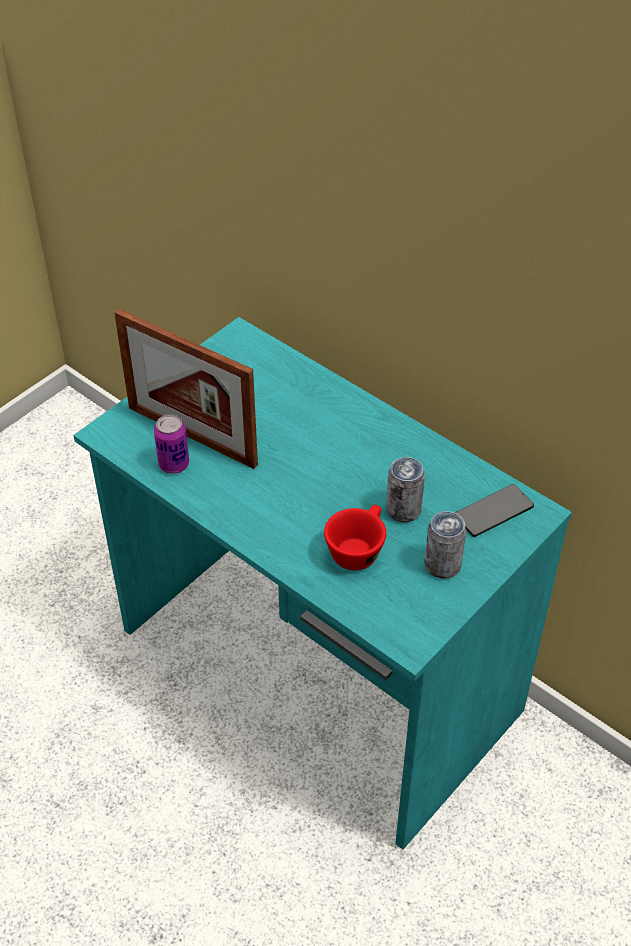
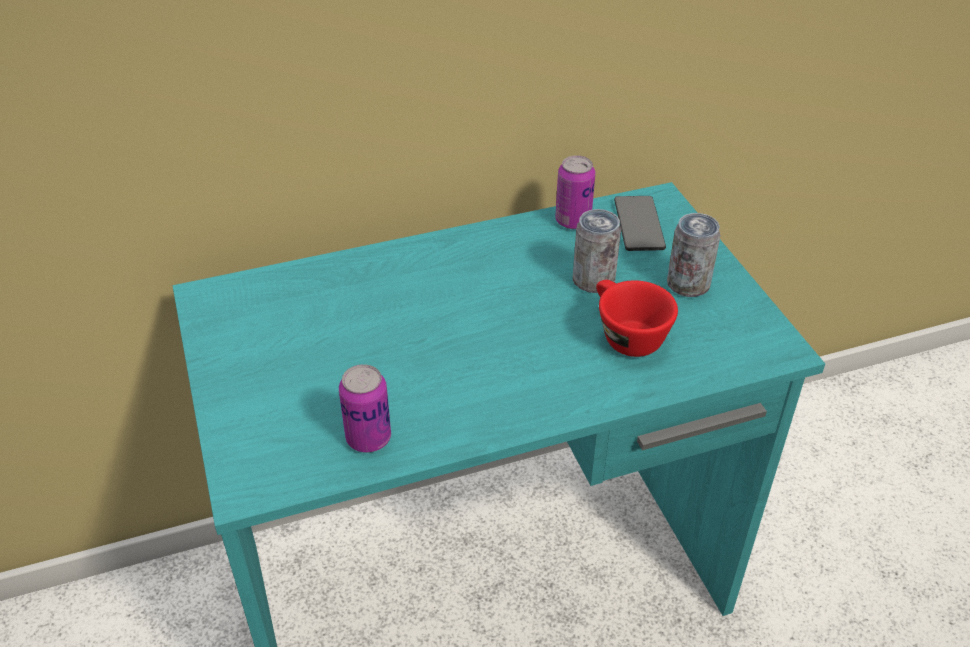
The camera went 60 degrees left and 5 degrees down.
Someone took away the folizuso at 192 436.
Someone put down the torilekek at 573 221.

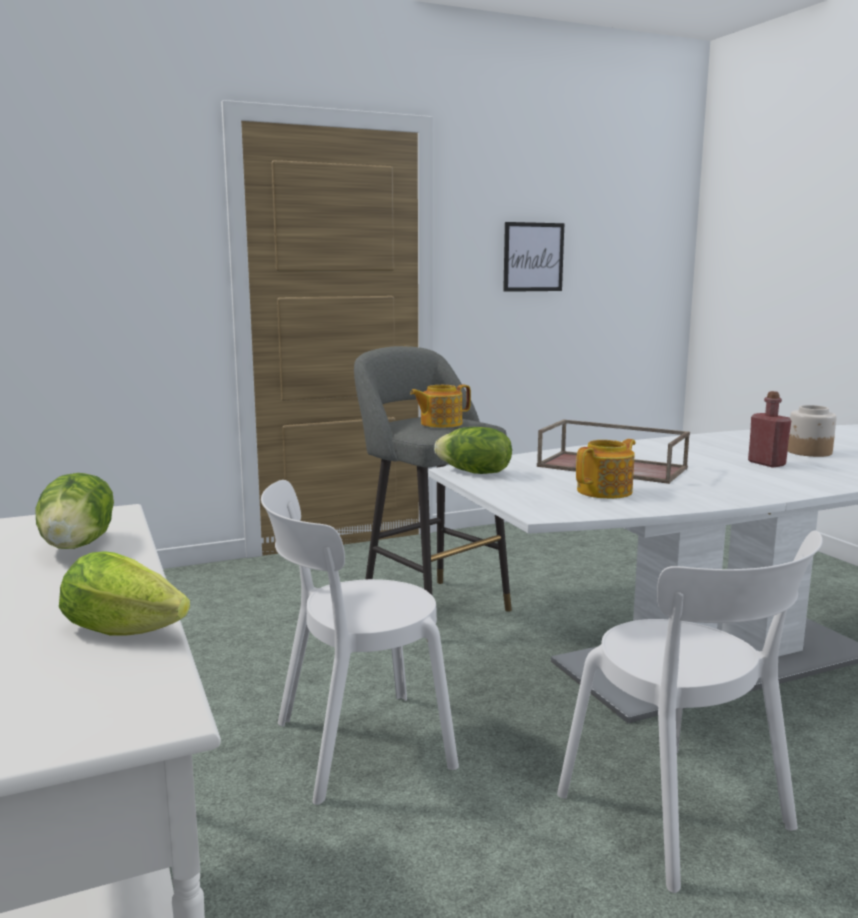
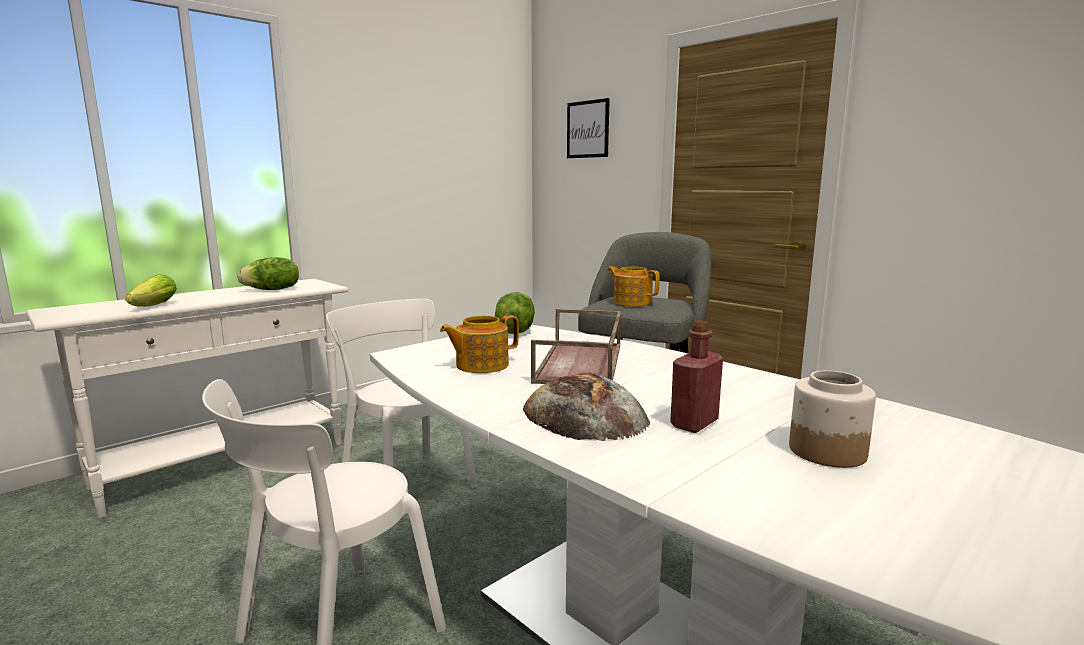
The camera went 70 degrees right and 0 degrees up.
Someone carried the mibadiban from 533 257 to 587 129.
Someone rotated the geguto at 606 491 by 120 degrees clockwise.
Someone put down the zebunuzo at 584 415.

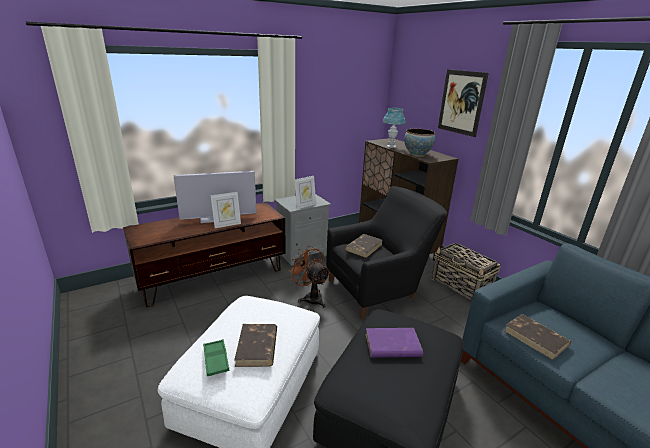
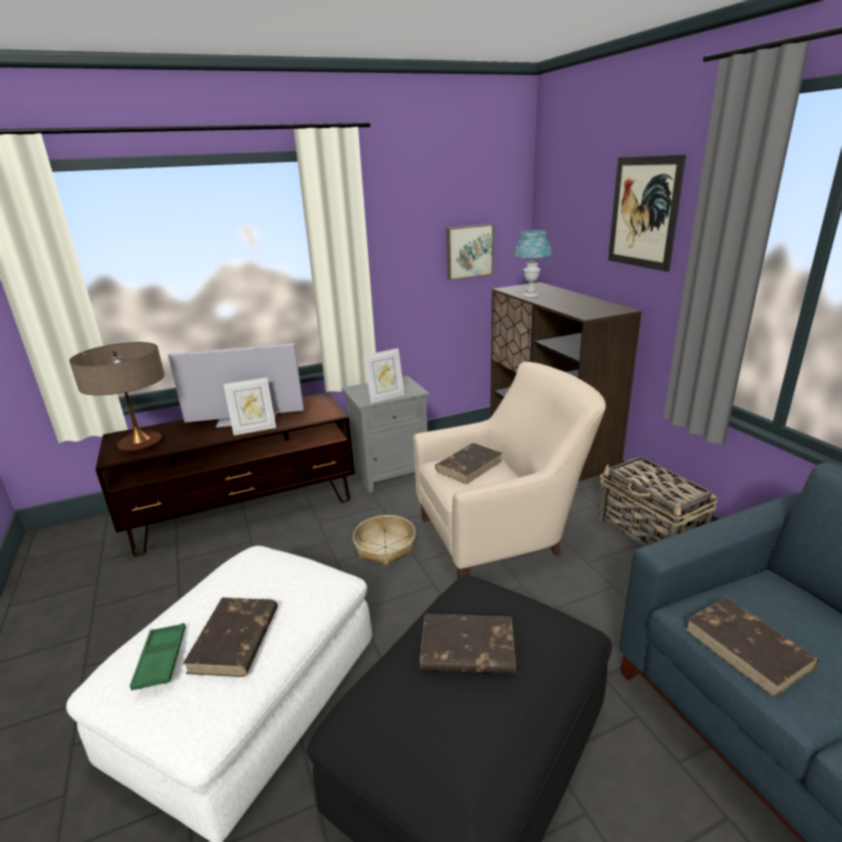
The camera went 10 degrees right and 0 degrees up.
Someone swapped the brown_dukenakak at 310 297 for the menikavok at 385 547.
Someone repainted the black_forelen at 379 289, which became the beige_forelen at 503 535.
Someone repainted the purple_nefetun at 392 345, which became the brown_nefetun at 466 648.
Someone took away the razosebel at 417 154.
Someone put down the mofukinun at 140 444.
Someone put up the mibadiban at 469 251.

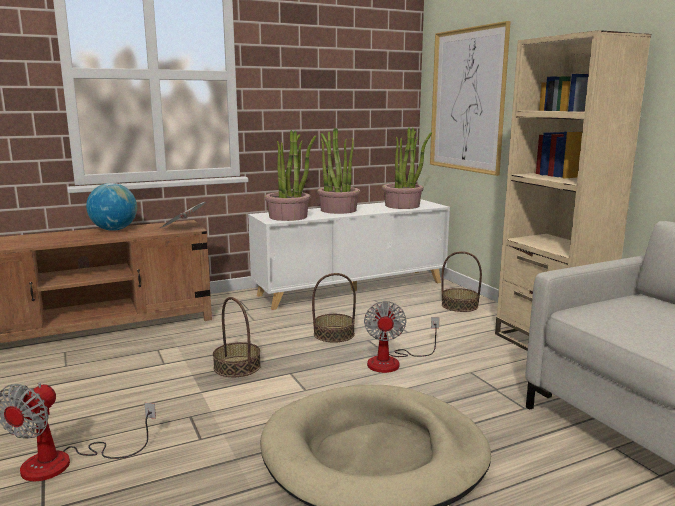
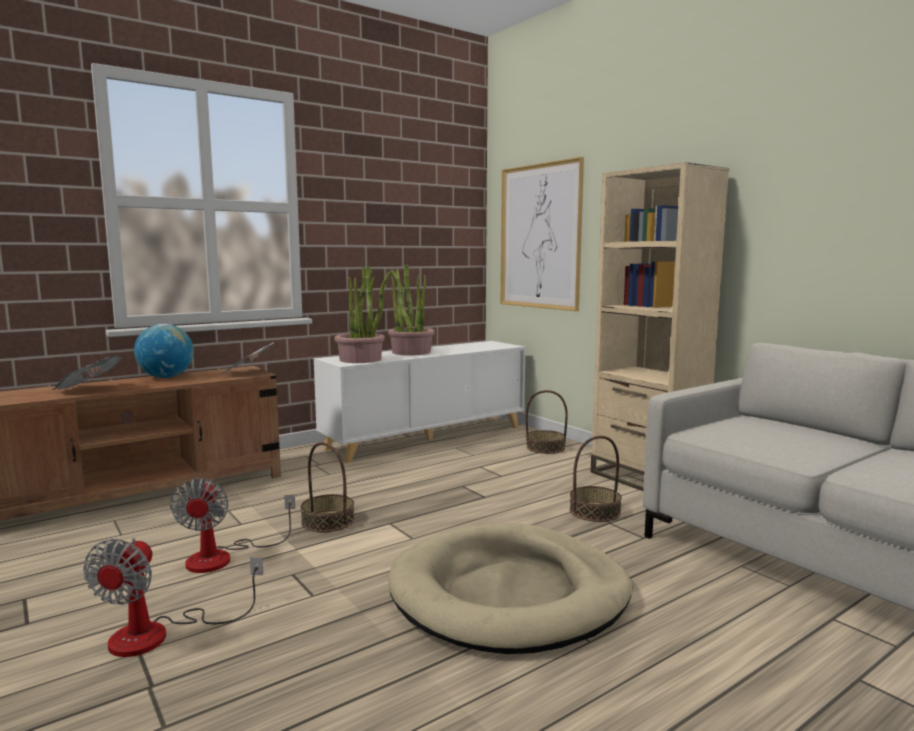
The camera went 10 degrees left and 5 degrees down.
Someone carried the menikavok from 334 334 to 594 511.
Someone carried the dukenakak from 392 362 to 224 557.
Someone took away the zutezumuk at 402 205.
Someone put down the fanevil at 88 390.

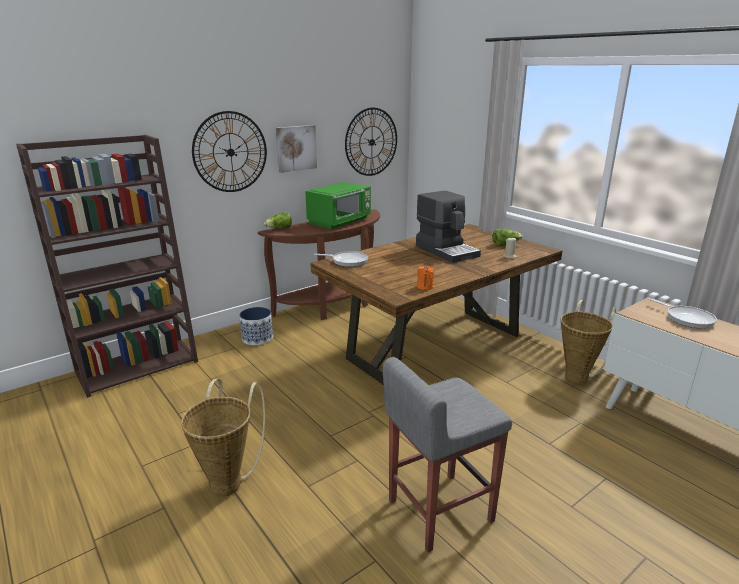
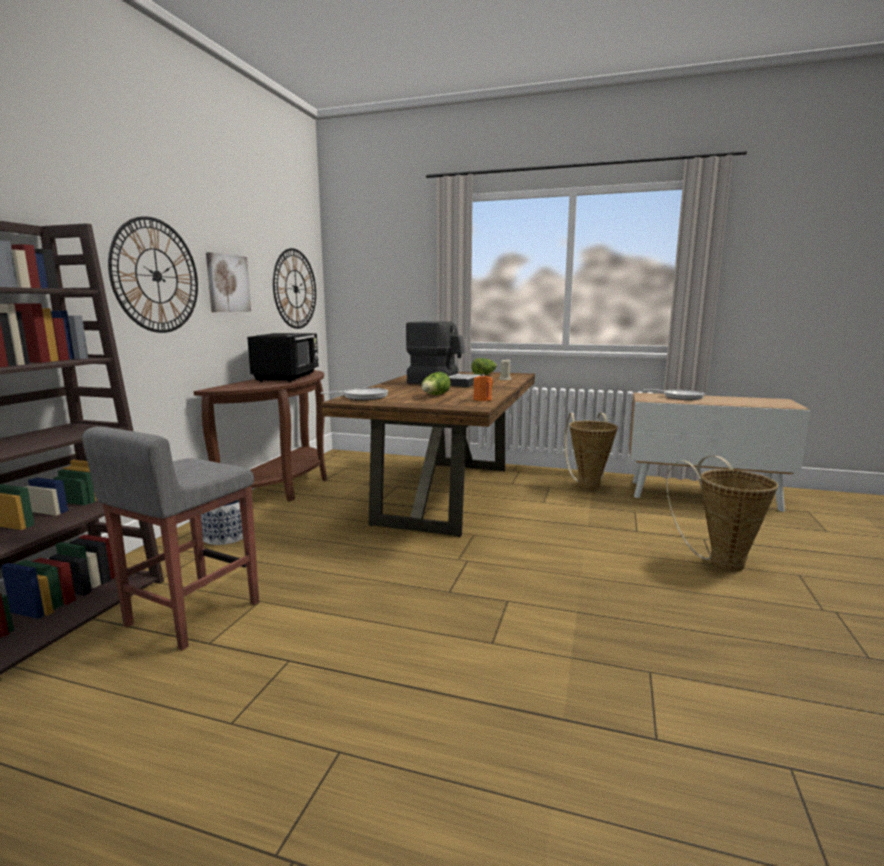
The camera went 35 degrees left and 10 degrees down.
Someone carried the menikavok from 229 481 to 720 561.
Someone carried the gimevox from 279 229 to 435 395.
Someone repainted the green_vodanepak at 340 222, which became the black_vodanepak at 288 377.
Someone carried the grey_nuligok from 438 511 to 191 614.

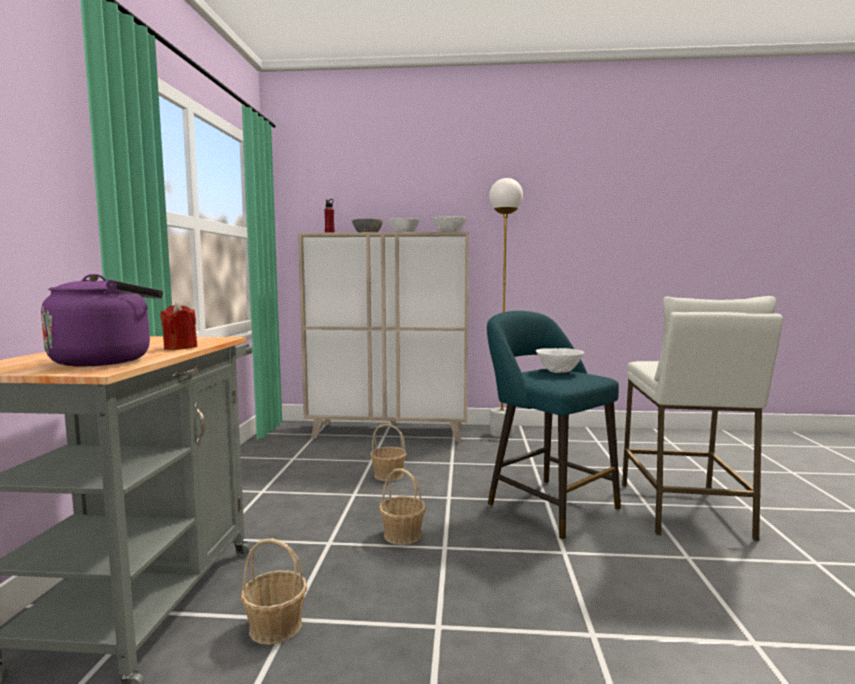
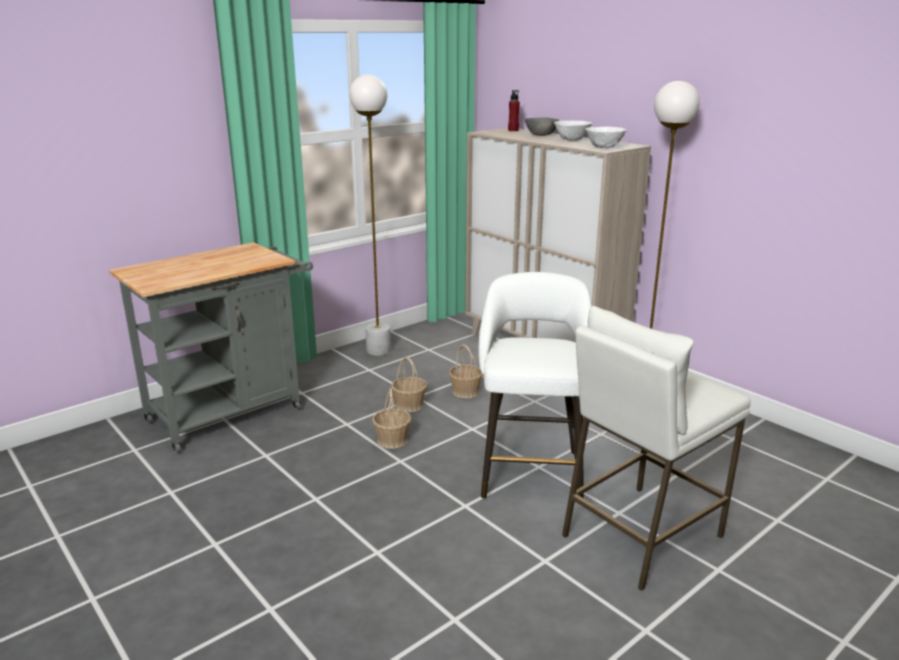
The camera went 45 degrees right and 15 degrees up.
Someone took away the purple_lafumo at 108 361.
Someone took away the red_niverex at 180 347.
Someone carried the menikavok from 275 626 to 409 405.
Someone repainted the turquoise_nuligok at 547 505, which became the white_nuligok at 531 470.
Someone took away the white_razosebel at 558 371.
Someone put down the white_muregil at 378 351.

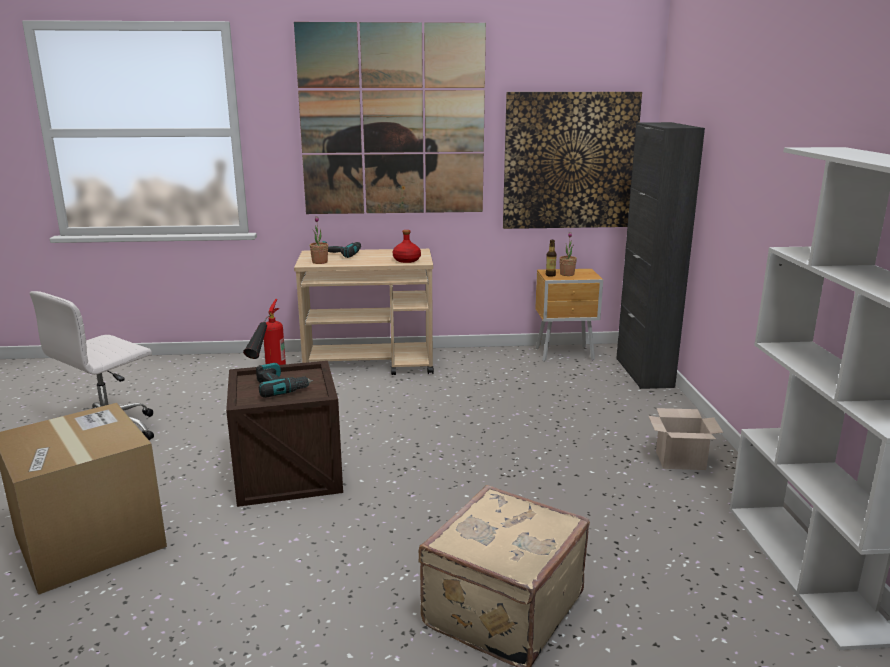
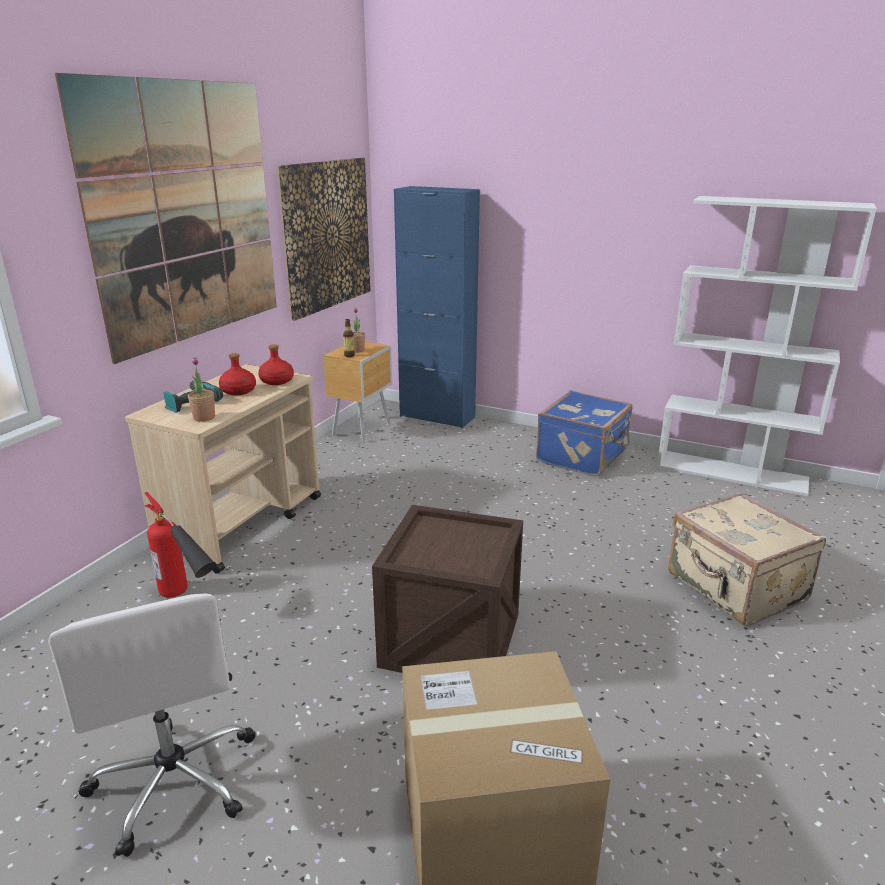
The camera went 60 degrees left and 5 degrees up.
Someone took away the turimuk at 280 387.
Someone repainted the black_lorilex at 644 373, which became the blue_lorilex at 437 416.
Someone swapped the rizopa at 681 460 for the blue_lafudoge at 583 456.
Someone put down the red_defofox at 238 391.

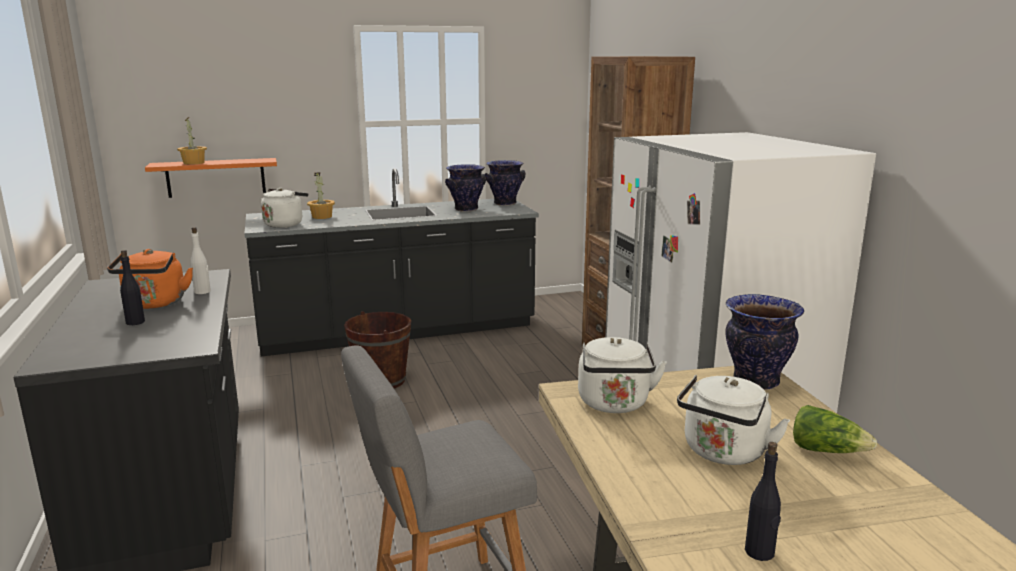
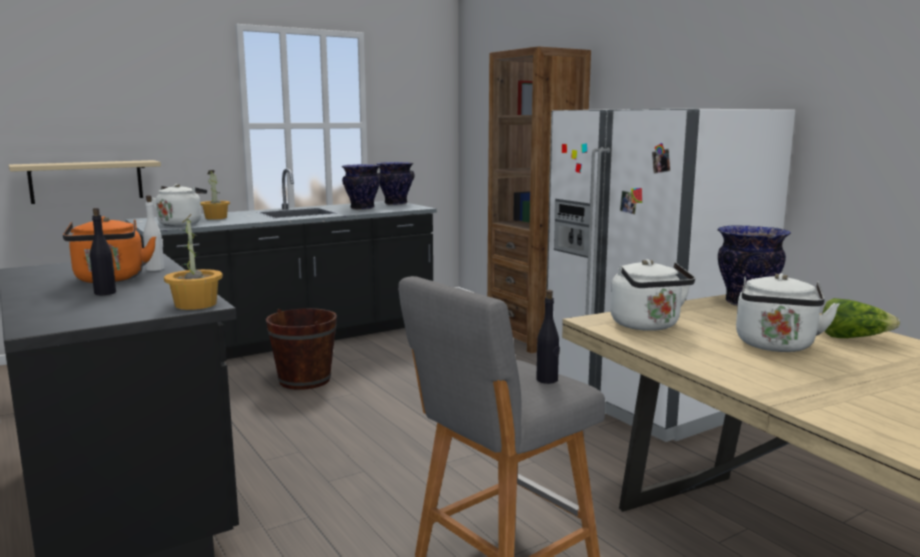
The camera went 15 degrees left and 5 degrees down.
Someone repainted the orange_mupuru at 216 177, which became the beige_mupuru at 86 181.
Someone carried the zutezumuk from 194 163 to 196 304.
Someone carried the black_defofox from 759 552 to 547 380.

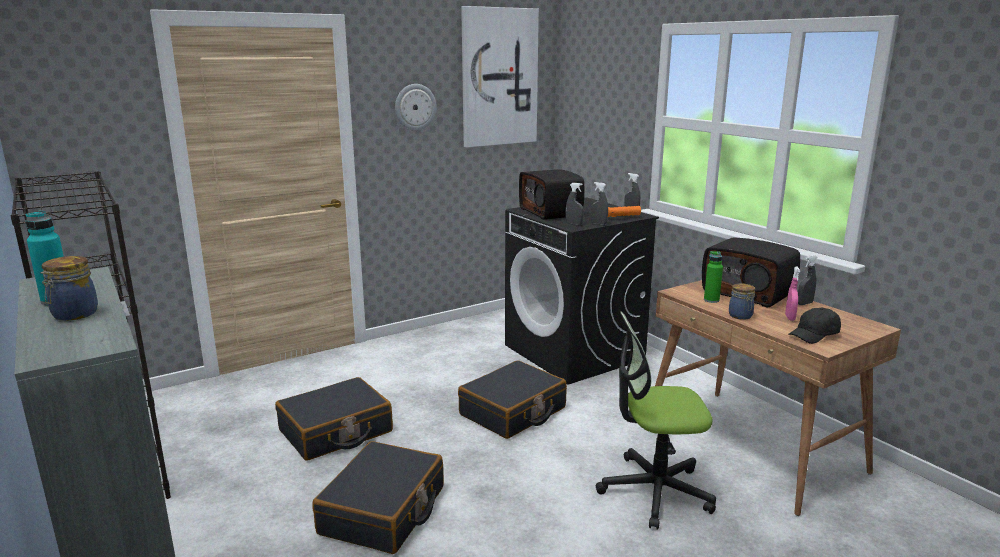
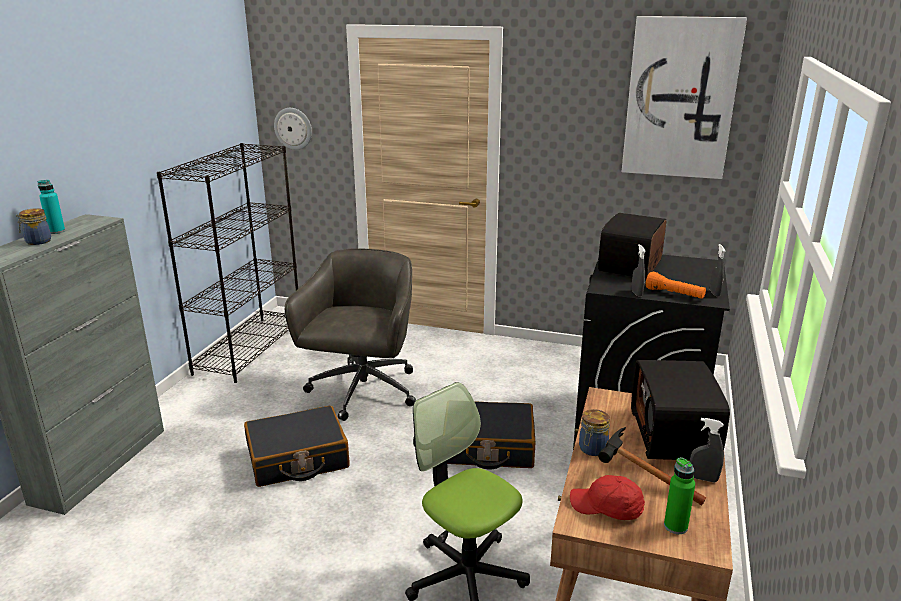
The camera went 50 degrees right and 5 degrees up.
Someone swapped the black_lafudoge at 336 431 for the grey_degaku at 362 392.
Someone carried the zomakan from 415 107 to 293 128.
Someone took away the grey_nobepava at 574 224.
Someone carried the green_defofox from 711 300 to 675 526.
Someone swapped the pink_nobepava at 790 318 for the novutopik at 637 480.
Someone repainted the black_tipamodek at 814 335, which became the red_tipamodek at 606 508.

